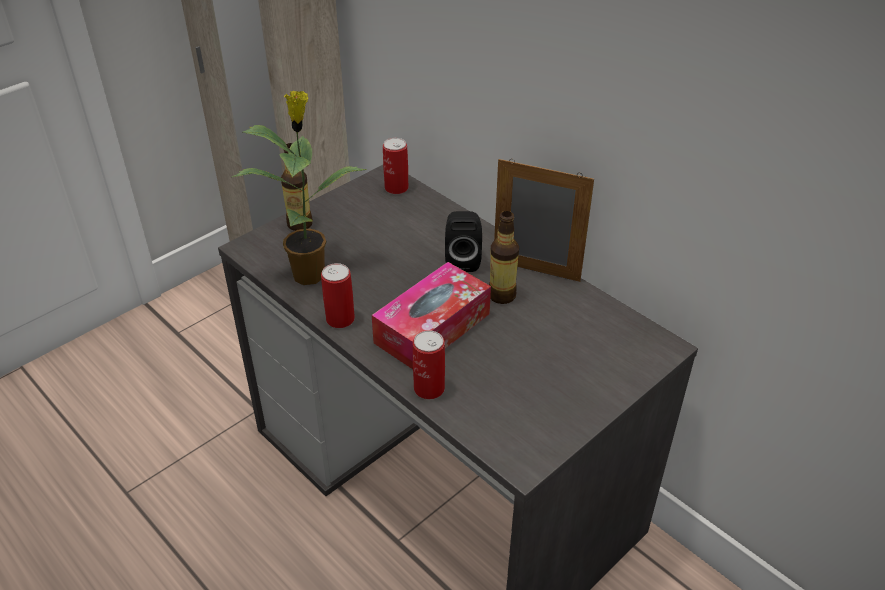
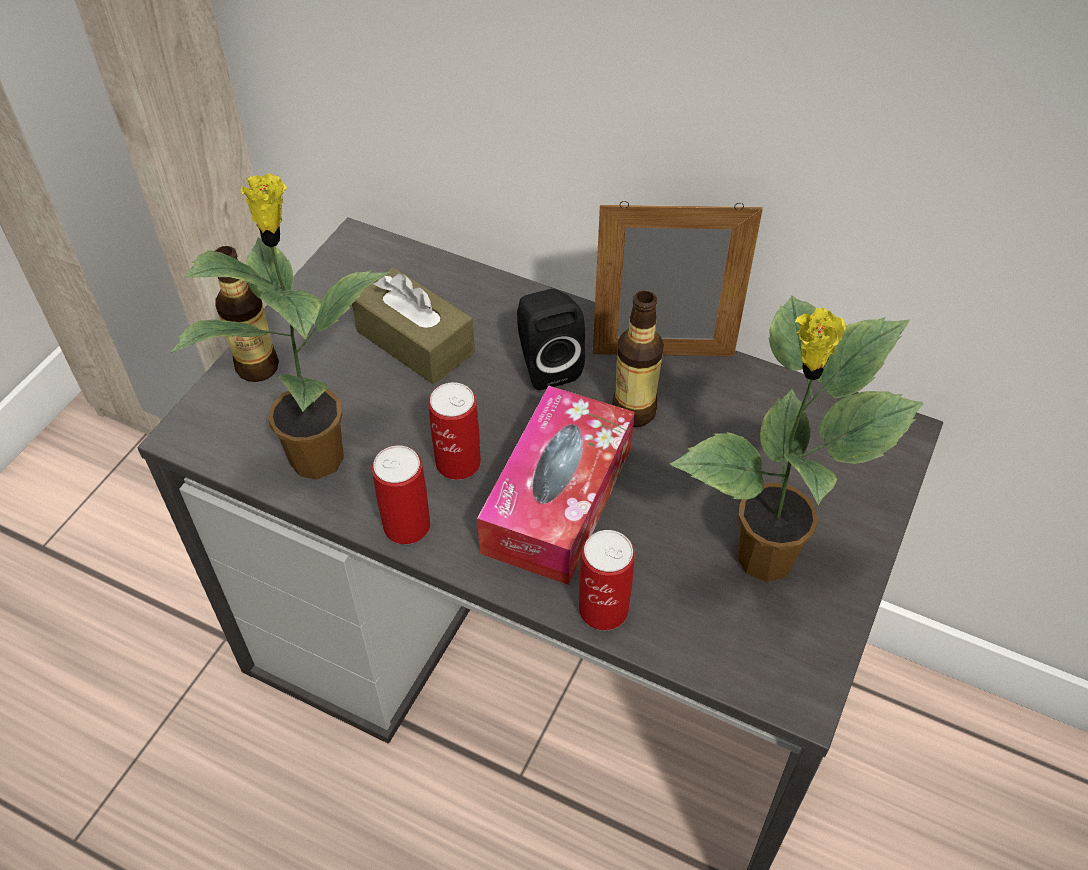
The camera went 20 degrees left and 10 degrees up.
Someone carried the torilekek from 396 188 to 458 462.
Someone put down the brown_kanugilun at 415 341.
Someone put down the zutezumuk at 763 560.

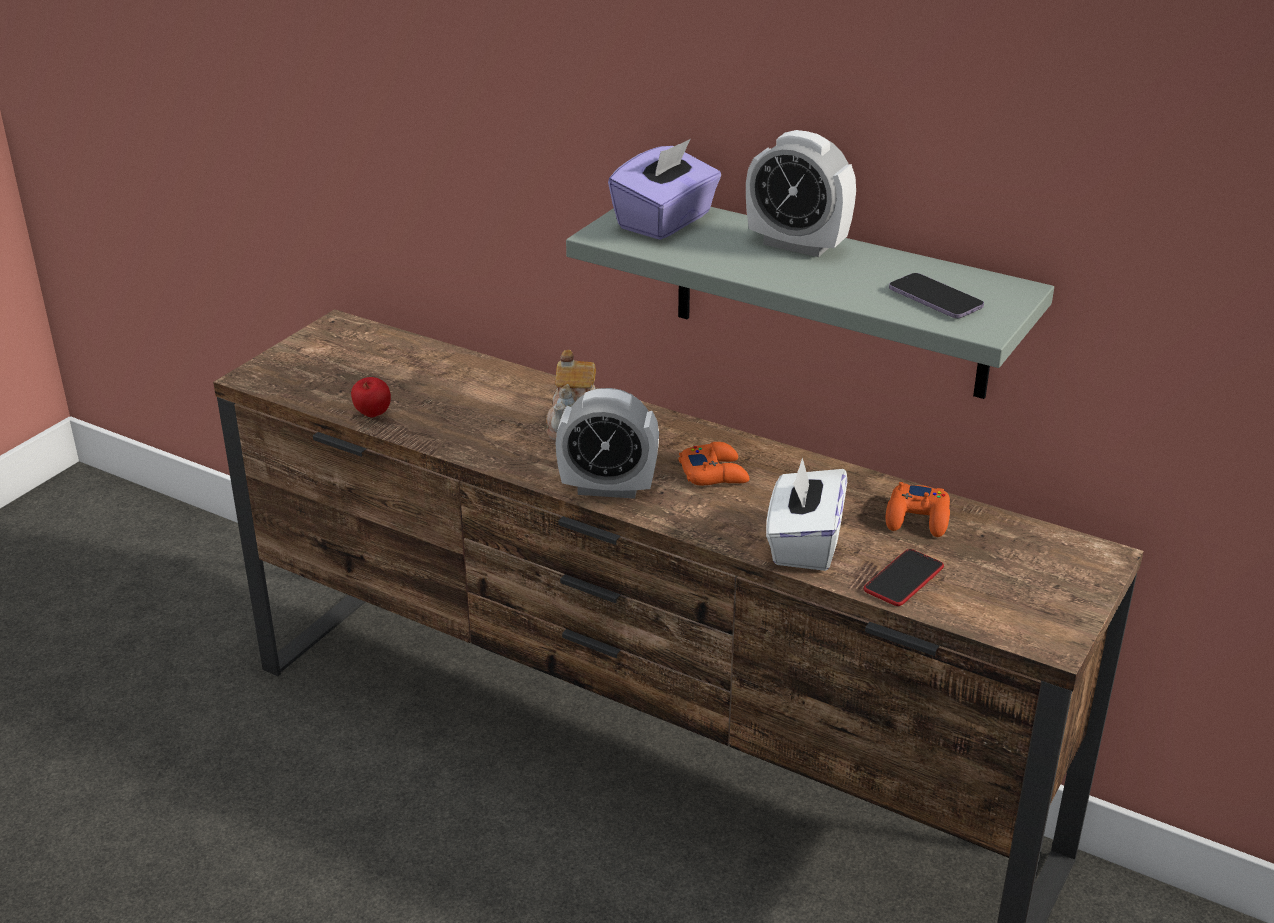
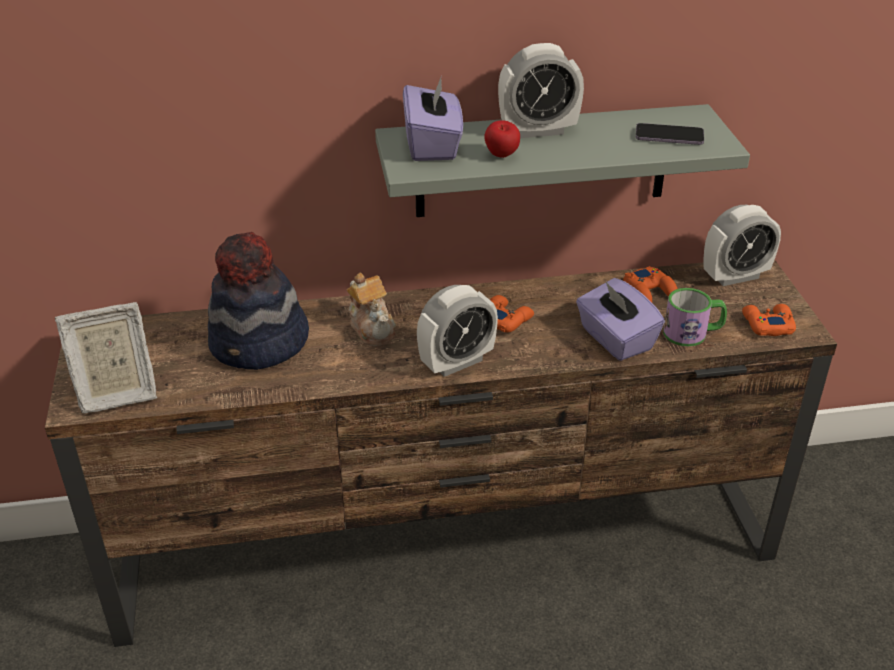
The camera went 40 degrees left and 5 degrees up.
Someone carried the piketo from 372 416 to 501 156.
Someone repainted the white_kanugilun at 804 544, which became the purple_kanugilun at 615 339.
Someone swapped the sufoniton at 903 579 for the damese at 692 333.
Someone put down the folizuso at 115 393.
Someone put down the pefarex at 260 344.
Someone put down the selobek at 735 276.
Someone put down the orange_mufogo at 767 324.

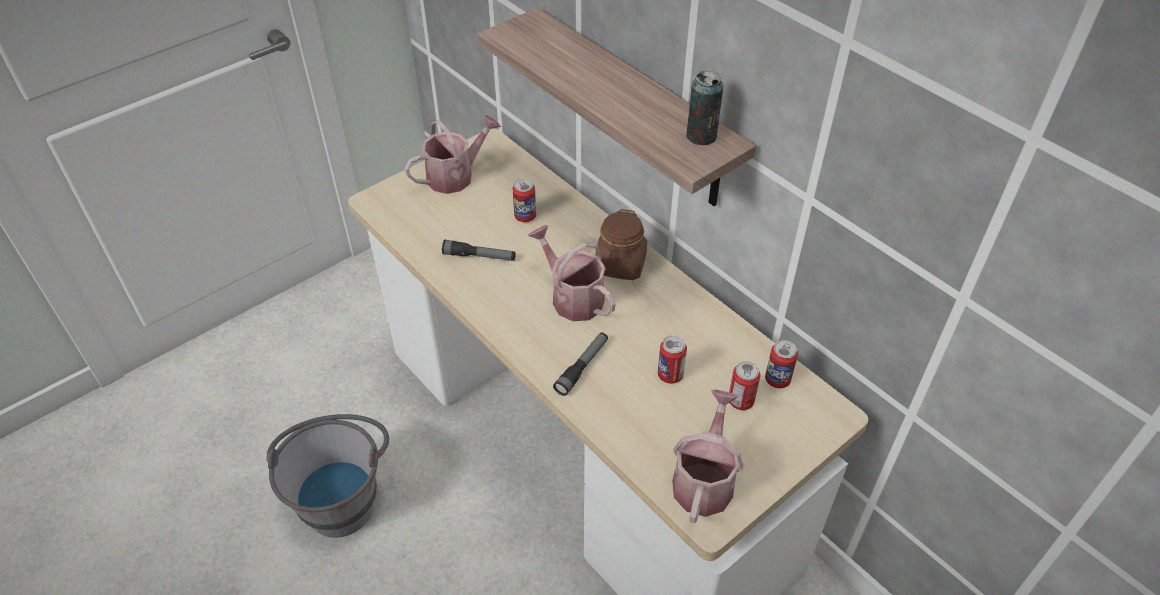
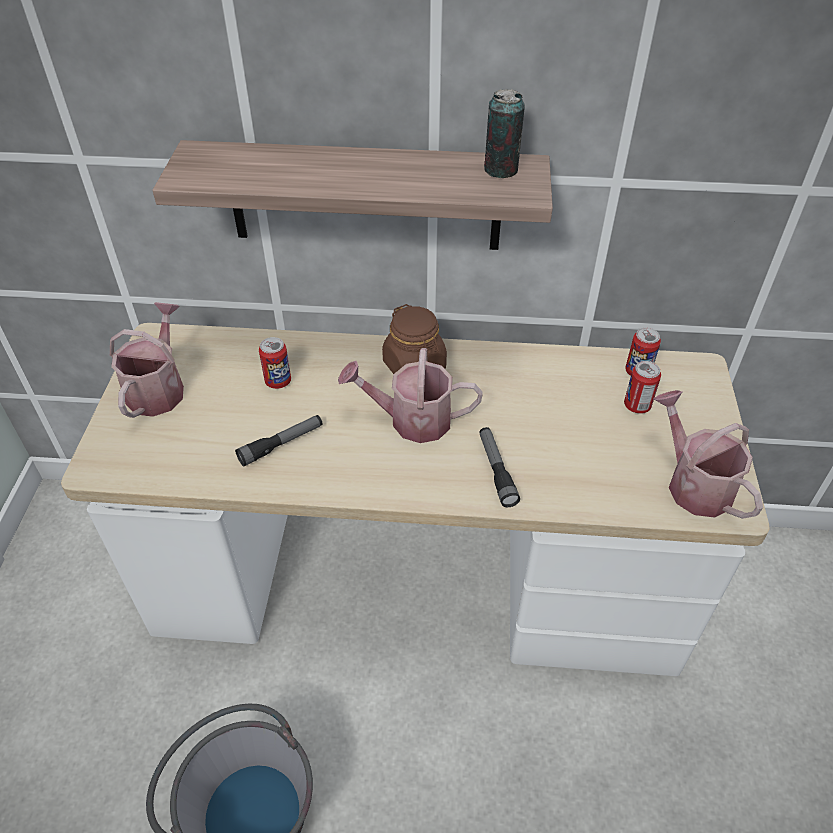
The camera went 45 degrees left and 0 degrees up.
Someone took away the torilekek at 670 375.

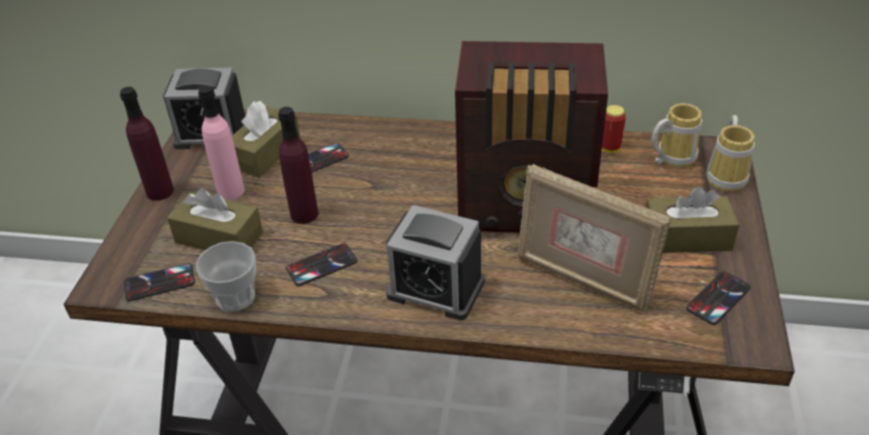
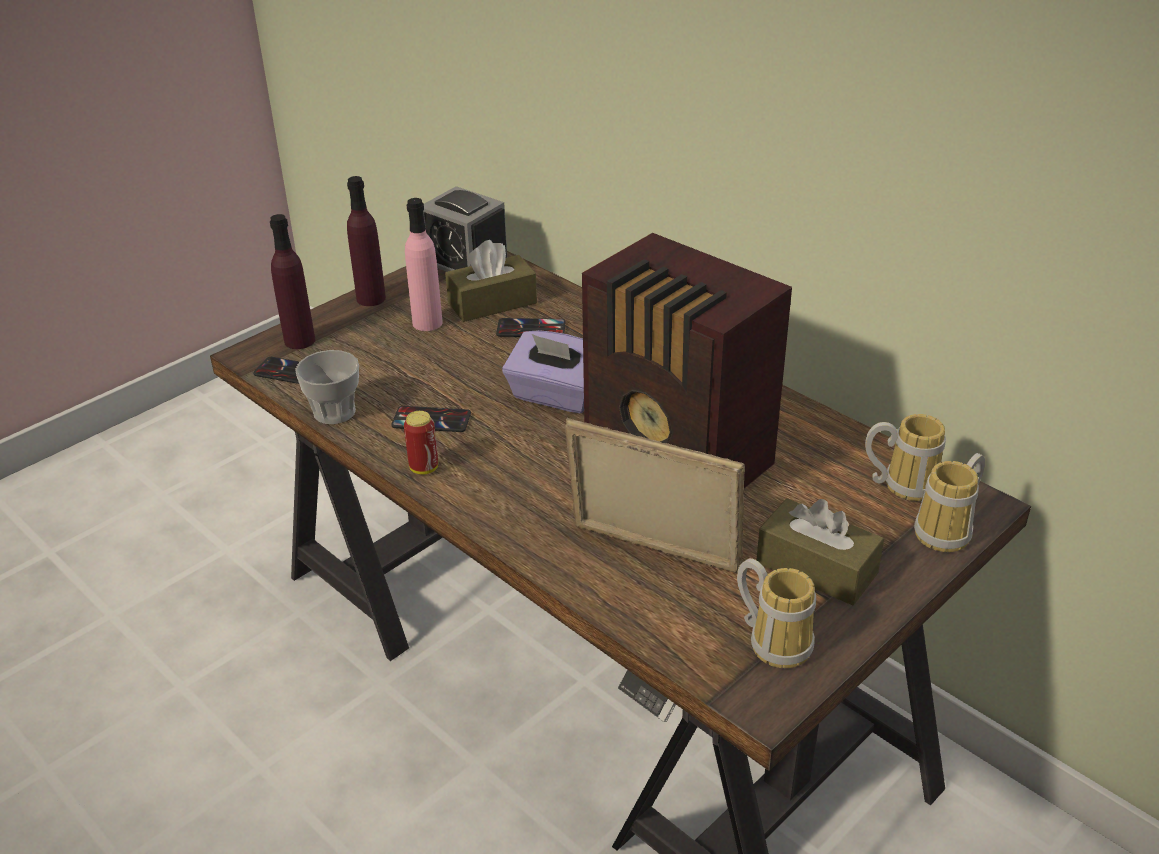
The camera went 35 degrees right and 5 degrees down.
Someone took away the brown_kanugilun at 219 238.
Someone carried the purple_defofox from 304 214 to 299 340.
Someone took away the selobek at 436 288.
Someone rotated the folizuso at 583 280 by 135 degrees clockwise.
Someone carried the torilekek from 610 148 to 424 468.
Someone swapped the sufoniton at 718 298 for the damese at 776 640.
Someone put down the purple_kanugilun at 556 396.

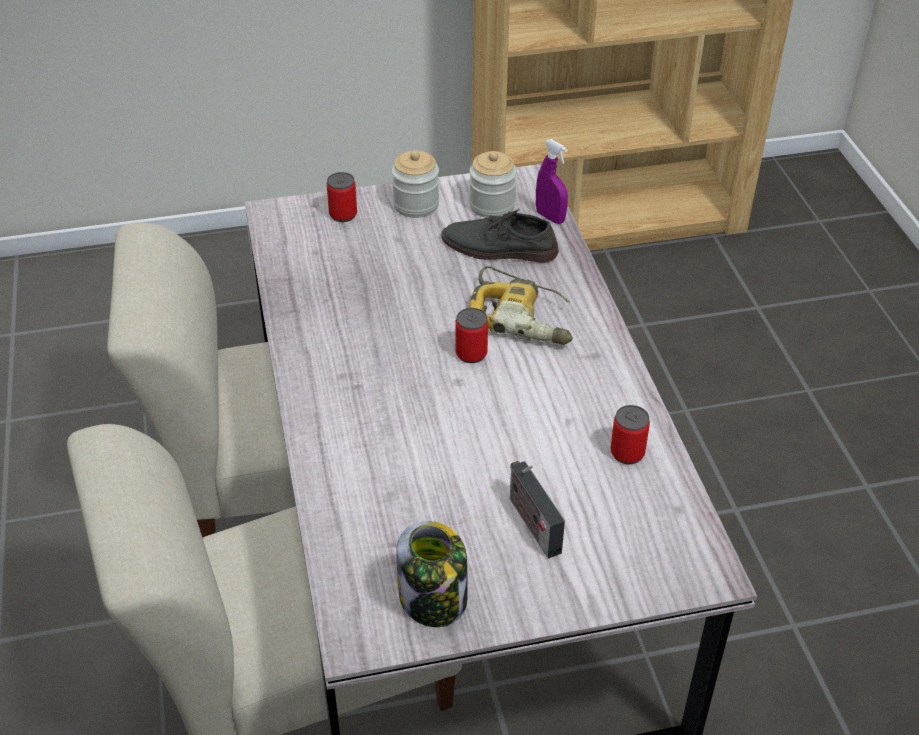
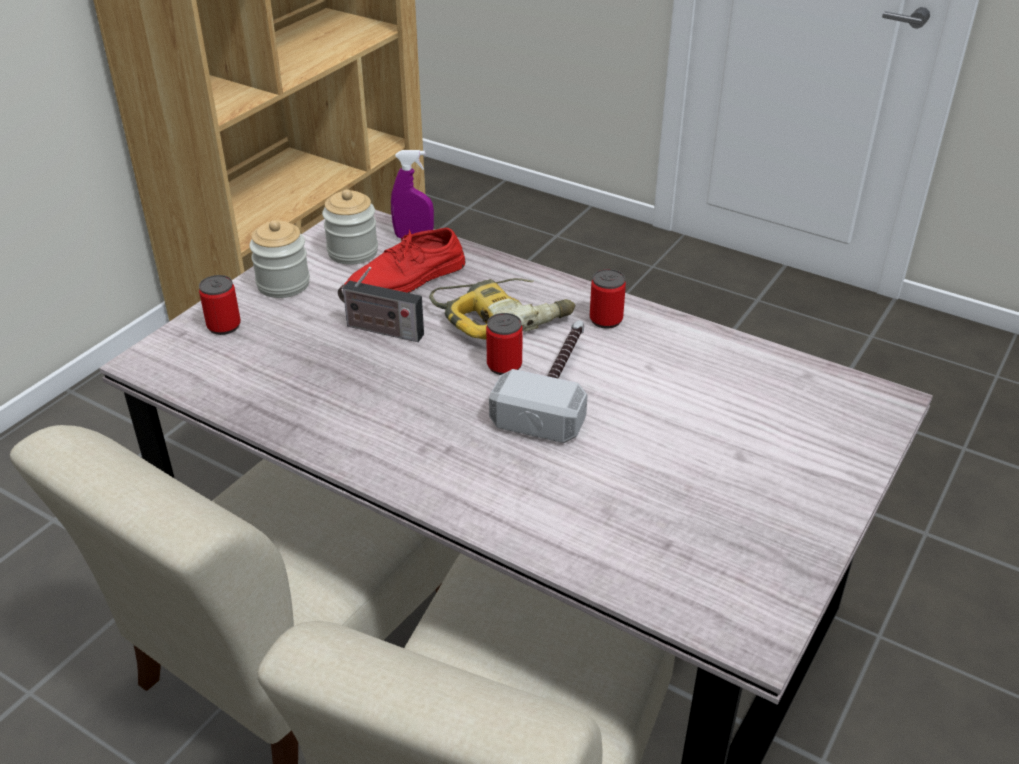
The camera went 45 degrees left and 5 degrees down.
Someone took away the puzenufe at 434 600.
Someone repainted the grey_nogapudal at 499 248, which became the red_nogapudal at 407 279.
Someone carried the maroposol from 531 523 to 381 330.
Someone carried the torilekek from 627 453 to 606 320.
Someone put down the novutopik at 555 387.

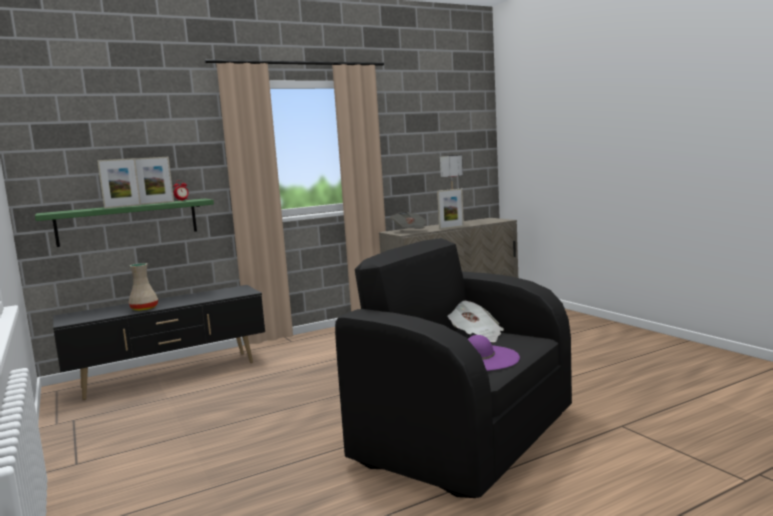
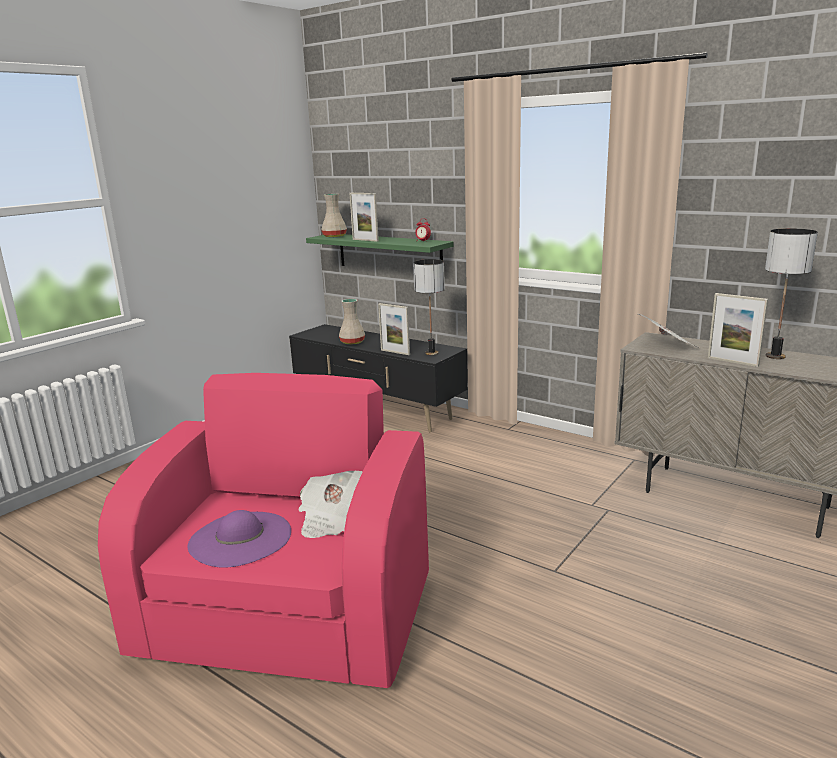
The camera went 65 degrees right and 10 degrees up.
Someone carried the folizuso from 157 203 to 395 352.
Someone repainted the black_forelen at 465 434, which became the pink_forelen at 289 615.
Someone put down the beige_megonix at 335 236.
Someone put down the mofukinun at 431 353.

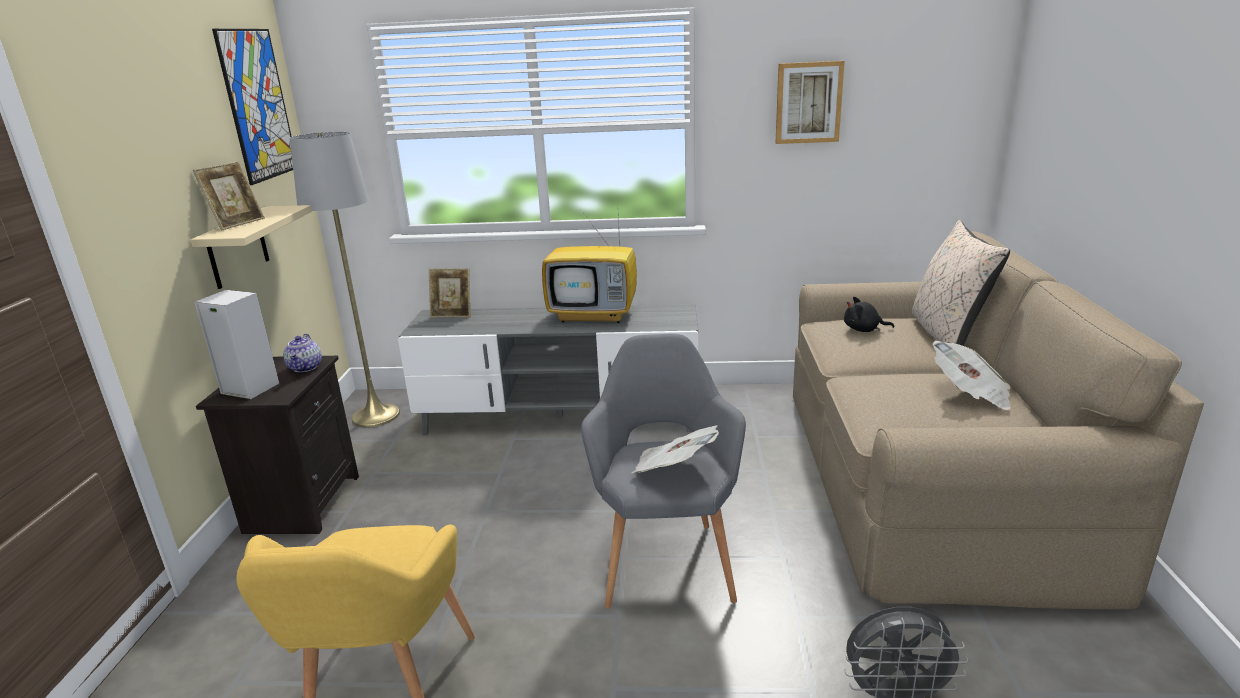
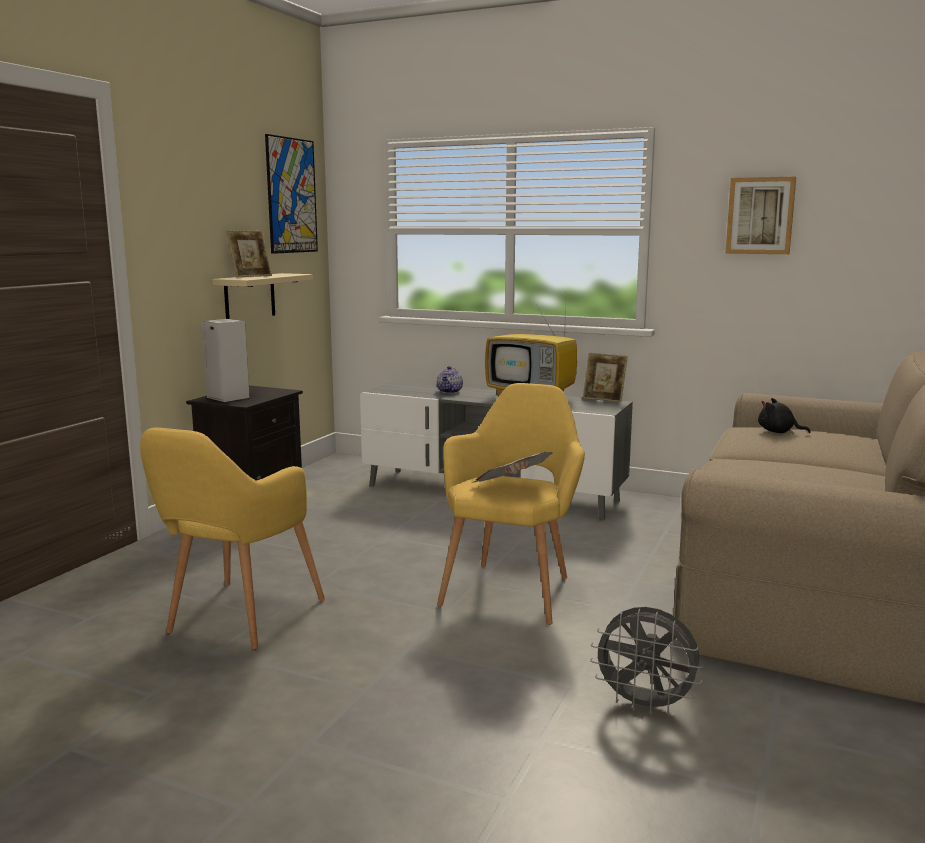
The camera went 20 degrees right and 10 degrees down.
Someone carried the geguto from 306 367 to 450 391.
Someone took away the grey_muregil at 376 415.
Someone carried the folizuso from 452 315 to 604 399.
Someone repainted the grey_forelen at 665 557, which became the yellow_forelen at 513 589.
Someone took away the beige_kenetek at 946 334.
Someone took away the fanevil at 970 394.

